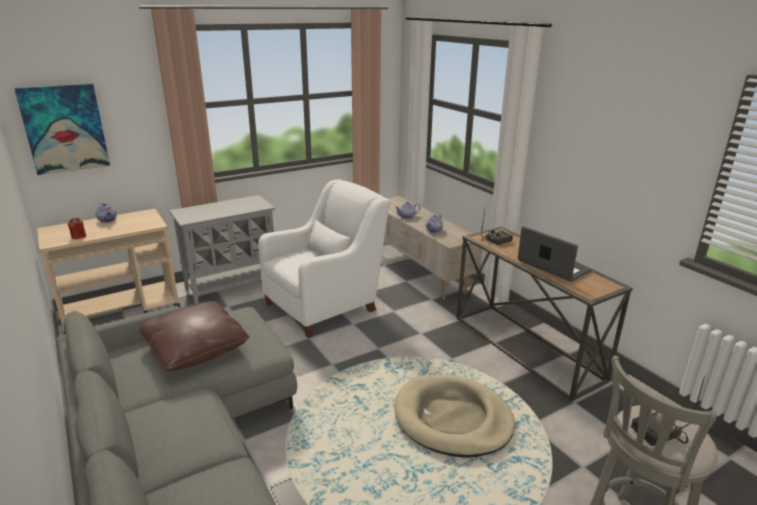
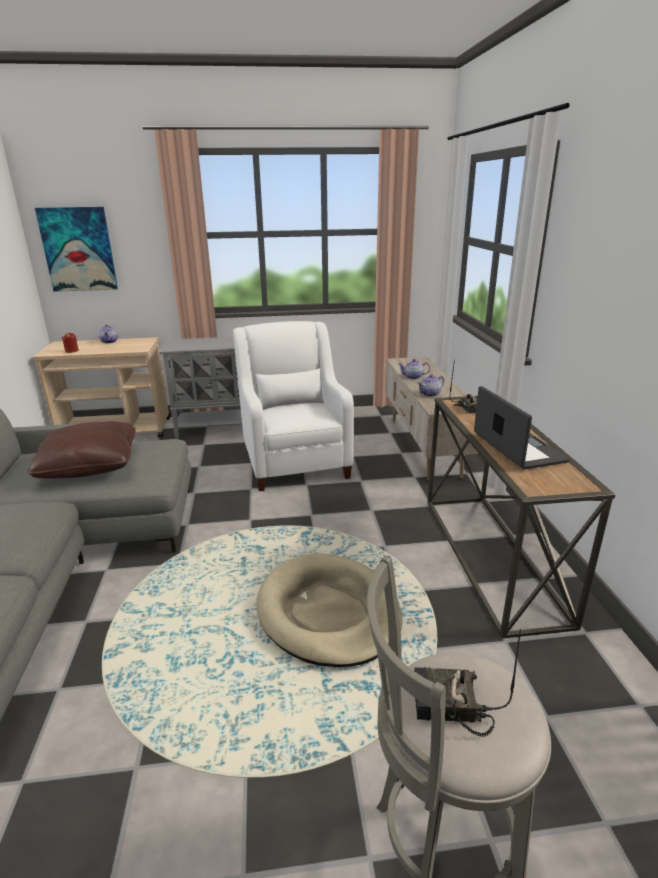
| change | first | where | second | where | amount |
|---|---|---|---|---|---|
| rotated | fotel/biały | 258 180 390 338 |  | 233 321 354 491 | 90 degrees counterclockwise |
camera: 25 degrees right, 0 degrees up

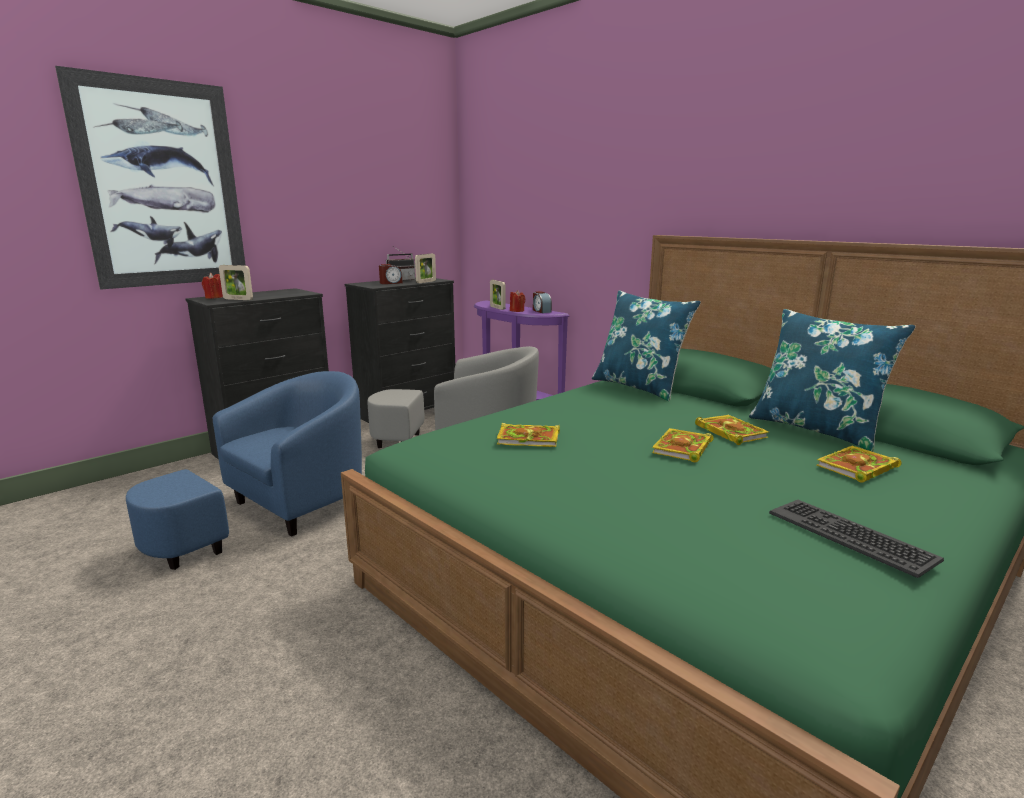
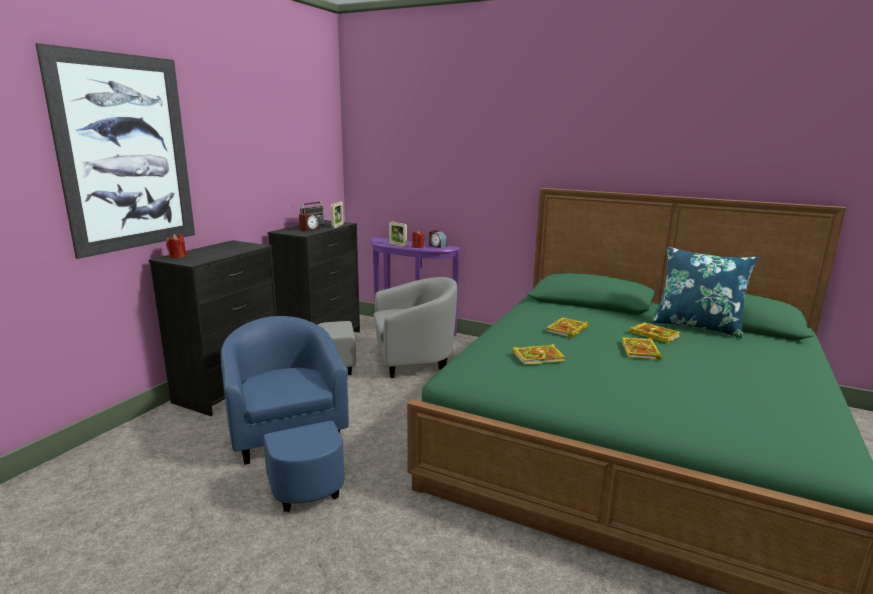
| change | first | where | second | where | amount |
|---|---|---|---|---|---|
| rotated | fotel/niebieski | 126 371 362 570 |  | 221 316 349 512 | 45 degrees counterclockwise |
| shifted | książka | 817 446 902 482 |  | 546 317 589 338 |  |
| gone | ramka na zdjęcie | 219 265 253 300 |  |  |  |
| gone | poduszka/niebieski | 592 290 701 401 |  |  |  |
| gone | klawiatura | 769 500 944 578 |  |  |  |
camera: 20 degrees left, 0 degrees up

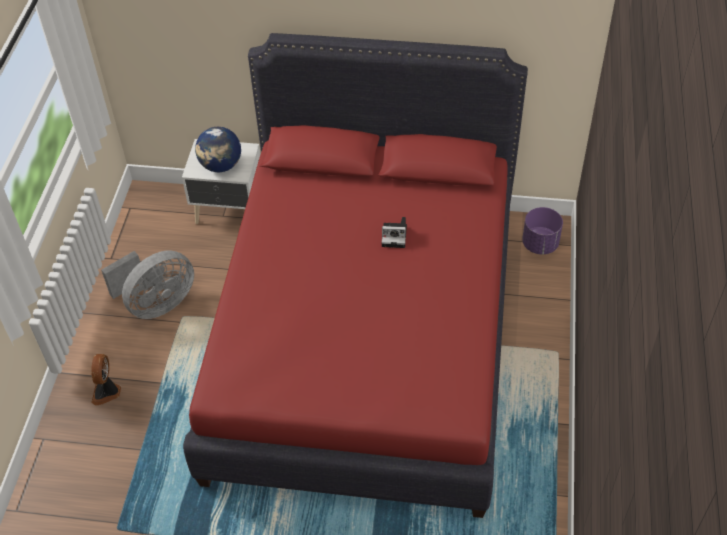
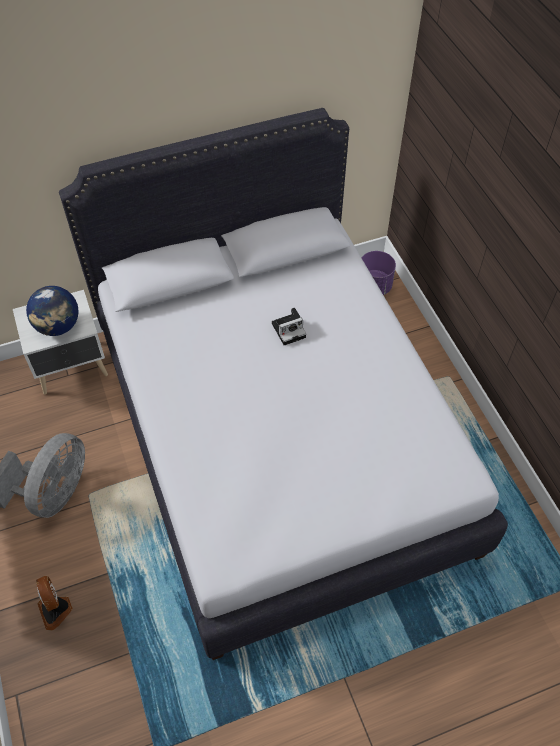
| change | first | where | second | where | amount |
|---|---|---|---|---|---|
| repainted | łóżko/czerwony | 183 33 528 518 | łóżko/biały | 59 108 508 660 |  |
camera: 30 degrees left, 5 degrees up

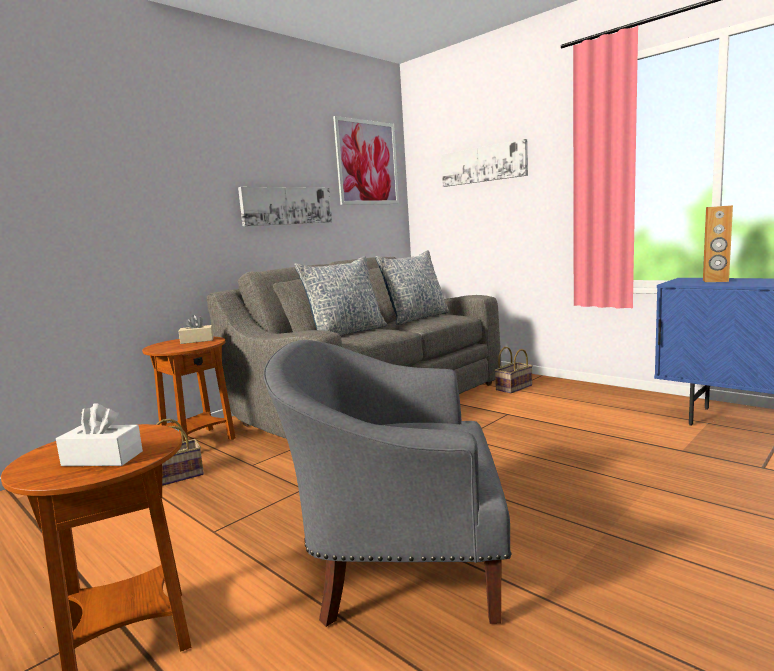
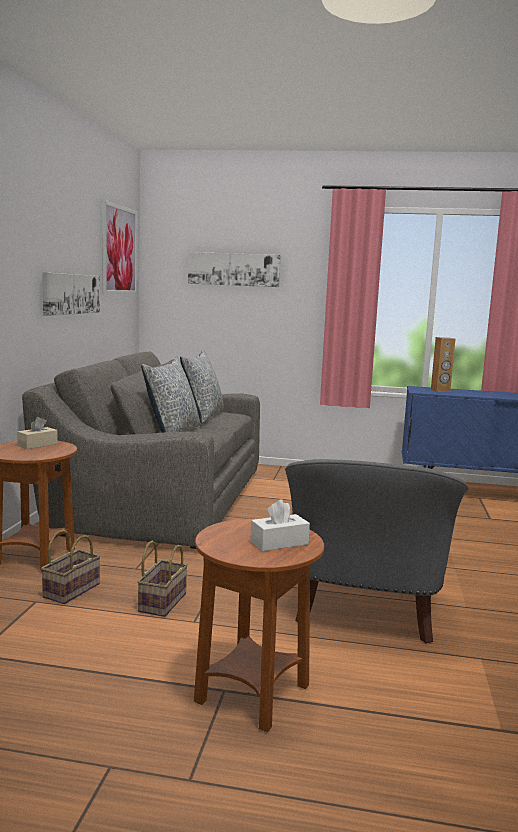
| change | first | where | second | where | amount |
|---|---|---|---|---|---|
| shifted | koszyk | 495 347 533 394 |  | 137 541 188 617 |  |
| rotated | fotel/szary | 263 340 511 627 |  | 285 459 468 644 | 45 degrees counterclockwise |
camera: 35 degrees left, 0 degrees up

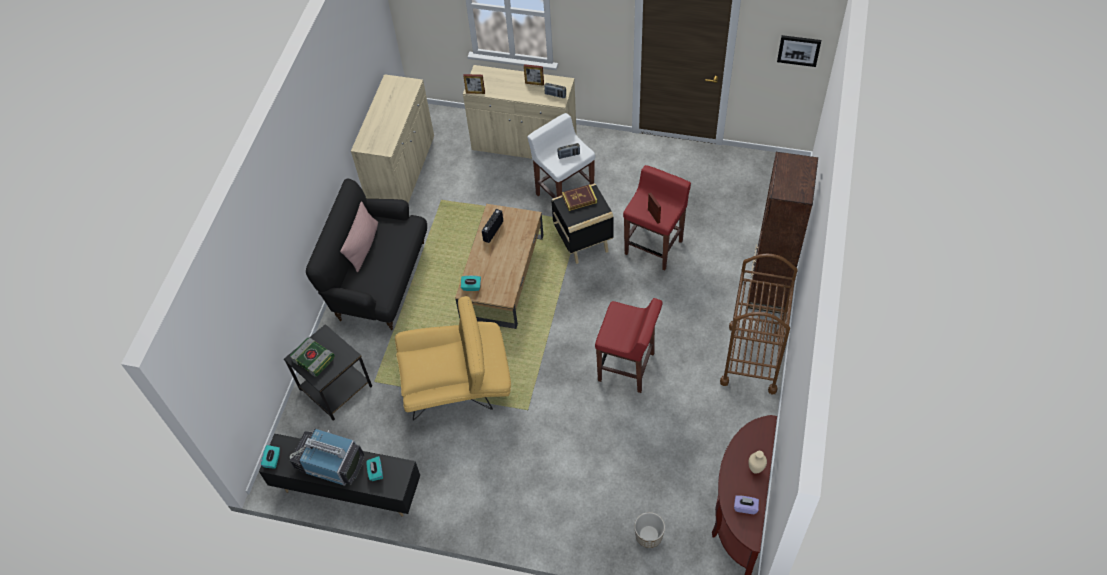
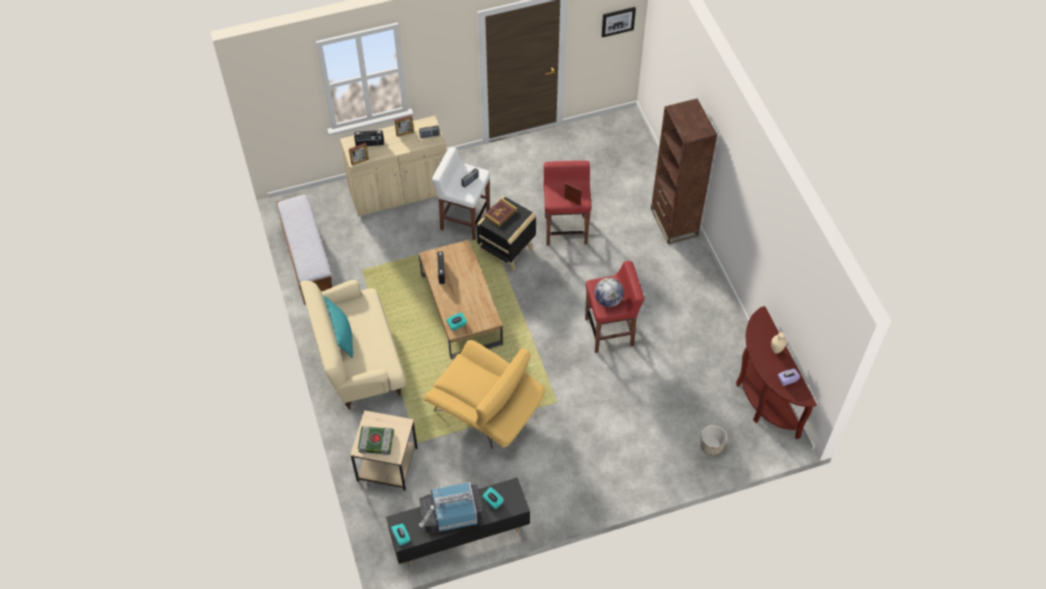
| change | first | where | second | where | amount |
|---|---|---|---|---|---|
| swapped | szafka/beżowy | 351 74 434 203 | ławka | 276 194 332 305 |  |
| repainted | kanapa/czarny | 306 179 427 330 | kanapa/beżowy | 300 280 406 410 |  |
| repainted | poduszka/różowy | 340 201 378 272 | poduszka/turkusowy | 323 296 353 358 |  |
| repainted | stolik/czarny | 284 324 372 421 | stolik/beżowy | 350 410 418 491 |  |
| new |  |  | radio | 354 130 384 146 |  |
| rotated | fotel/żółty | 395 296 511 420 |  | 424 340 545 449 | 75 degrees clockwise |
| new |  |  | globus | 595 278 624 307 |  |
| gone | wózek/brązowy | 720 253 798 394 |  |  |  |
camera: 35 degrees left, 0 degrees up

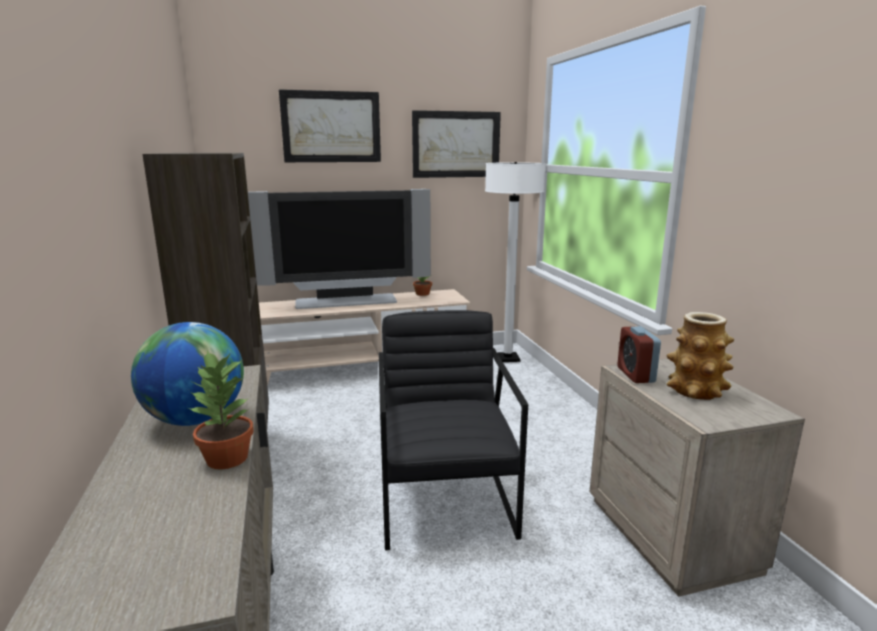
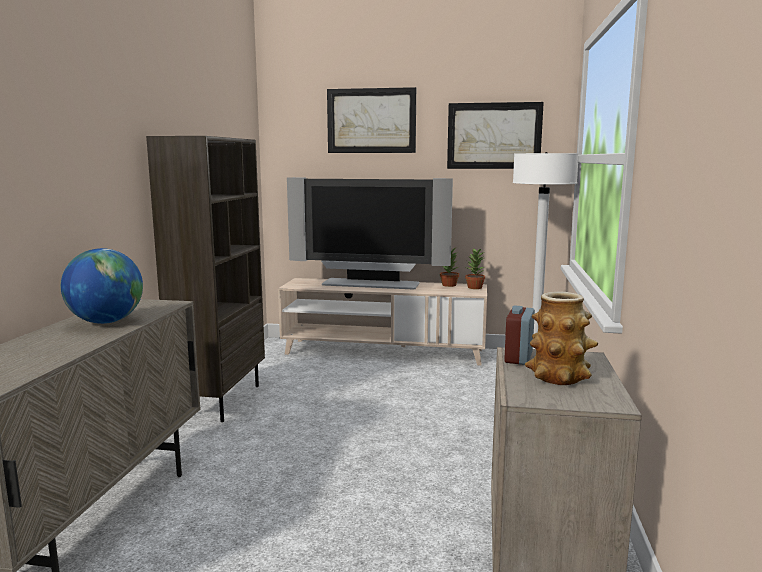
| change | first | where | second | where | amount |
|---|---|---|---|---|---|
| shifted | roślina doniczkowa | 188 351 254 469 |  | 465 248 485 289 |  |
| gone | fotel/czarny | 378 310 528 550 |  |  |  |
camera: 25 degrees right, 5 degrees down

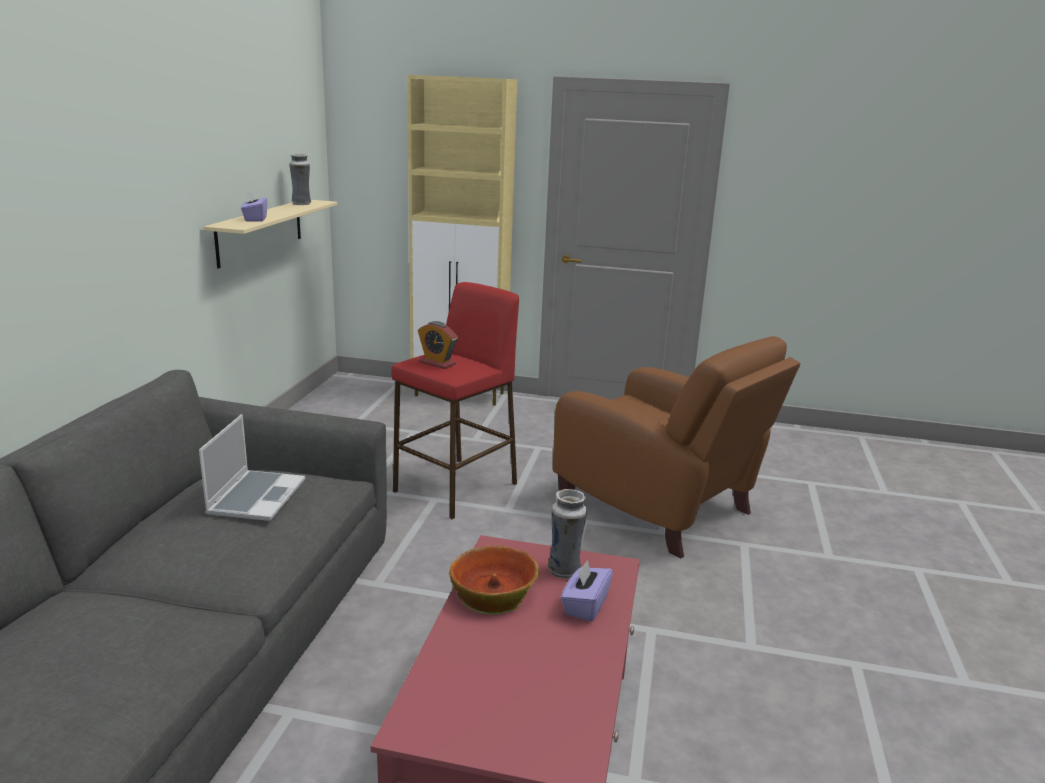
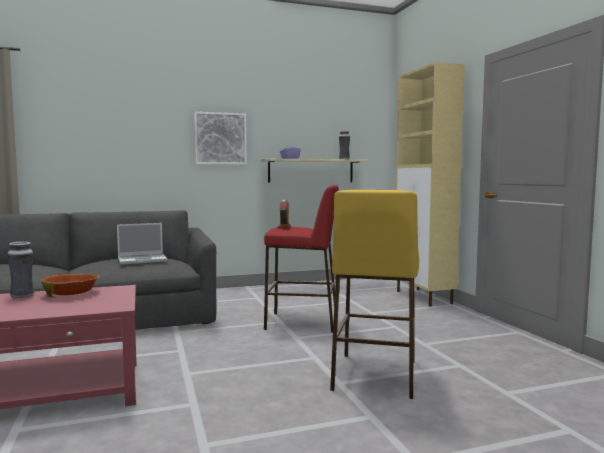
| change | first | where | second | where | amount |
|---|---|---|---|---|---|
| shifted | wazon | 548 489 587 579 |  | 8 242 34 299 |  |
| new |  |  | obraz | 194 112 247 165 |  |
| swapped | fotel/brązowy | 553 336 800 559 | stołek/żółty | 330 190 419 399 |  |
| gone | pudełko chusteczek/fioletowy | 561 559 613 622 |  |  |  |
camera: 60 degrees right, 15 degrees down

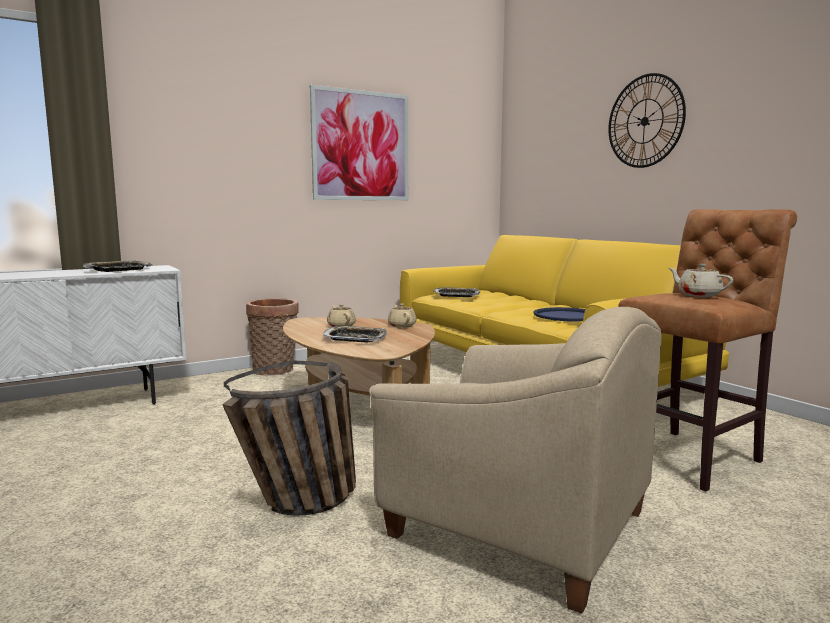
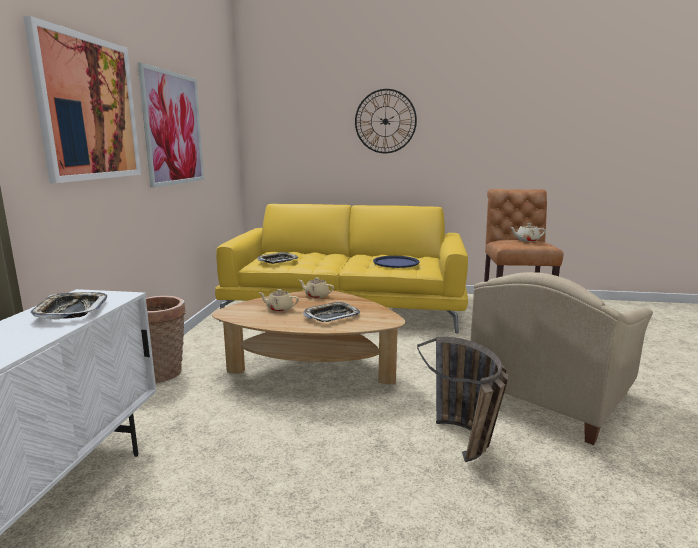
| change | first | where | second | where | amount |
|---|---|---|---|---|---|
| new |  |  | obraz | 23 16 141 183 |  |
| rotated | fotel/beżowy | 369 307 662 614 |  | 470 272 653 445 | 150 degrees clockwise |
camera: 50 degrees left, 5 degrees up

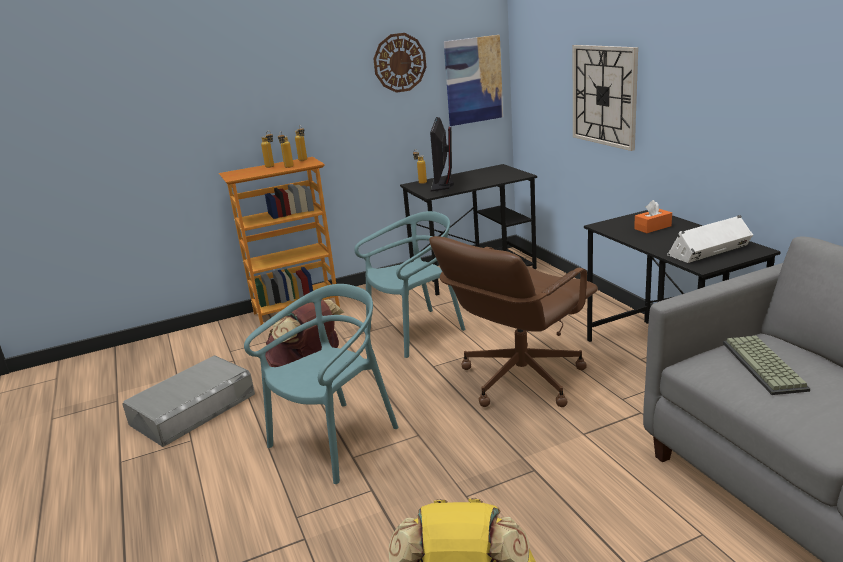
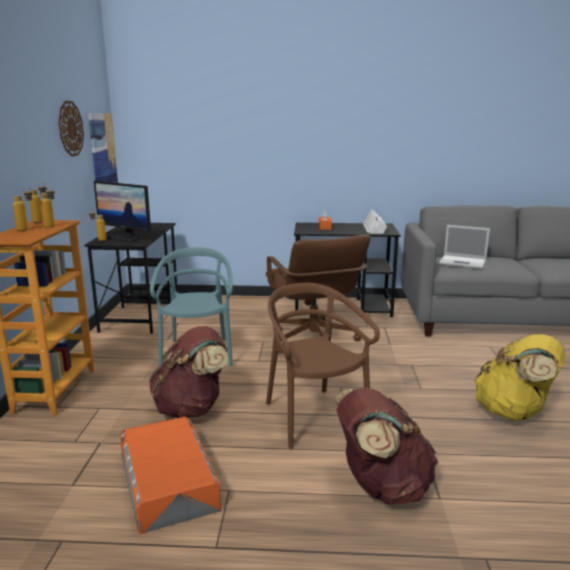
| change | first | where | second | where | amount |
|---|---|---|---|---|---|
| repainted | pojemnik do przechowywania/szary | 122 355 255 447 | pojemnik do przechowywania/pomarańczowy | 120 417 221 534 |  |
| repainted | krzesło/turkusowy | 244 284 398 484 | krzesło/brązowy | 266 283 380 449 |  |
| new |  |  | plecak/brązowy | 334 388 439 505 |  |
| swapped | klawiatura | 723 336 810 395 | laptop | 438 225 490 269 |  |
| gone | zegar ścienny | 573 45 638 151 |  |  |  |
camera: 65 degrees left, 5 degrees down

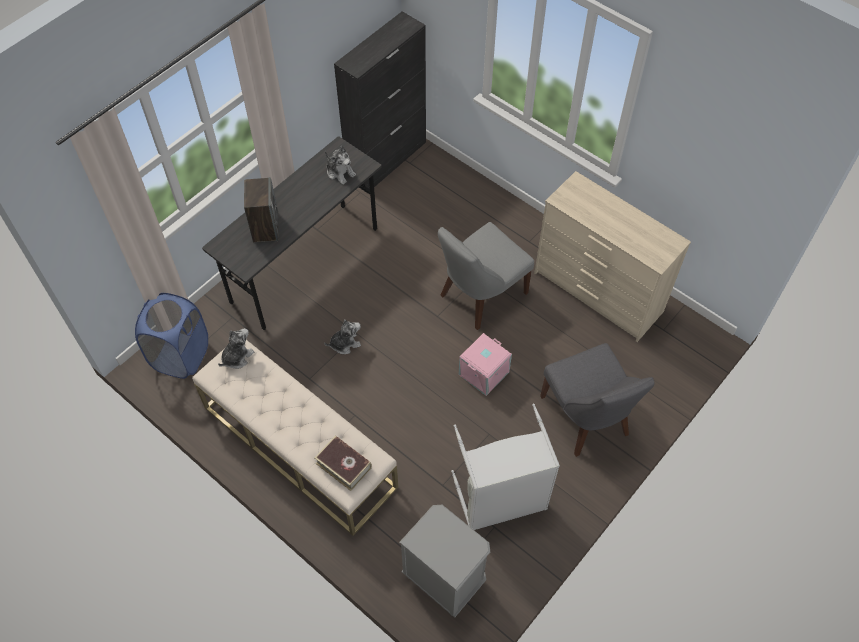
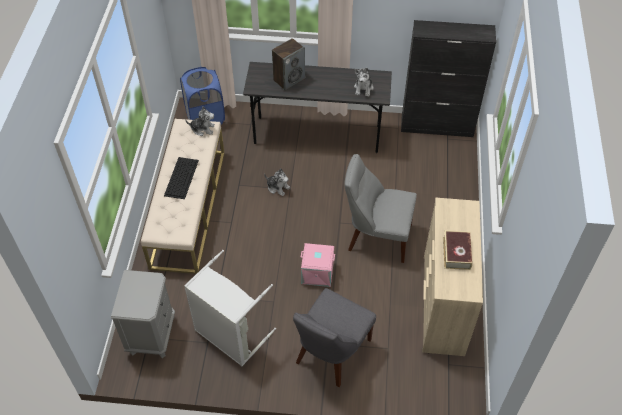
| change | first | where | second | where | amount |
|---|---|---|---|---|---|
| new |  |  | klawiatura | 164 157 199 199 |  |
| shifted | książka | 314 435 372 491 |  | 443 230 472 270 |  |
camera: 55 degrees right, 5 degrees down

